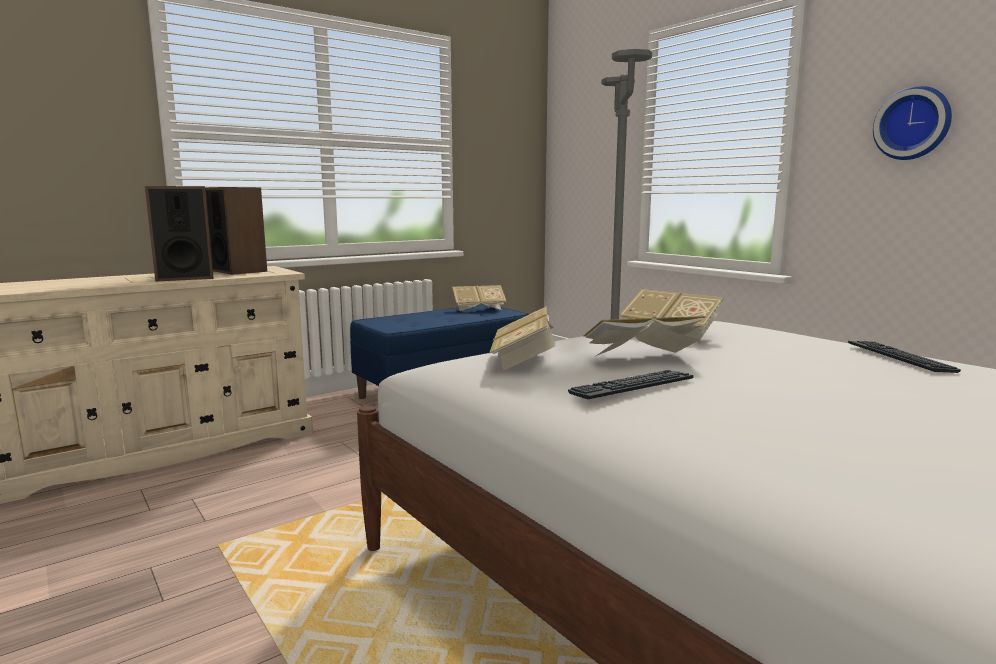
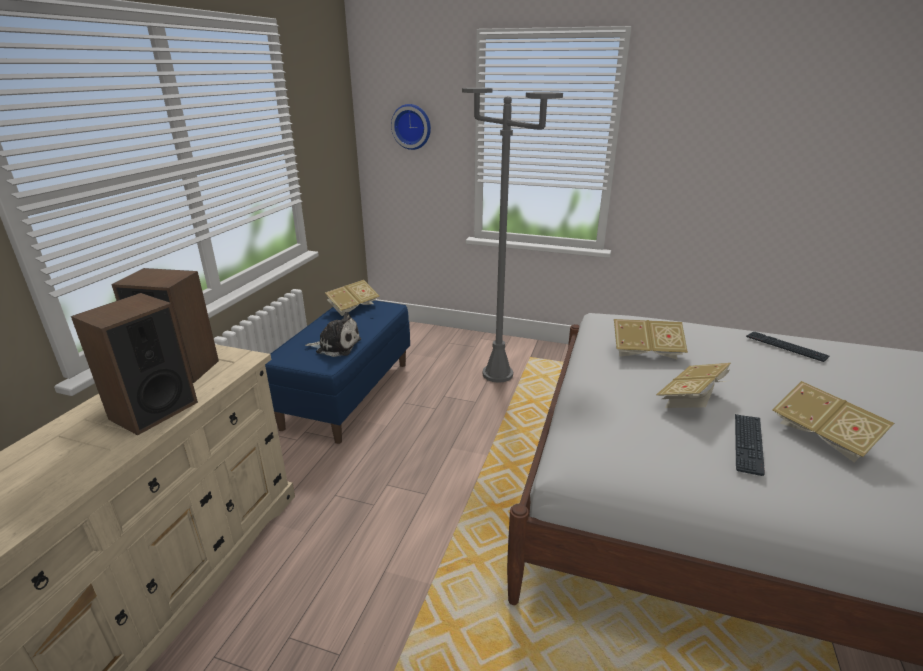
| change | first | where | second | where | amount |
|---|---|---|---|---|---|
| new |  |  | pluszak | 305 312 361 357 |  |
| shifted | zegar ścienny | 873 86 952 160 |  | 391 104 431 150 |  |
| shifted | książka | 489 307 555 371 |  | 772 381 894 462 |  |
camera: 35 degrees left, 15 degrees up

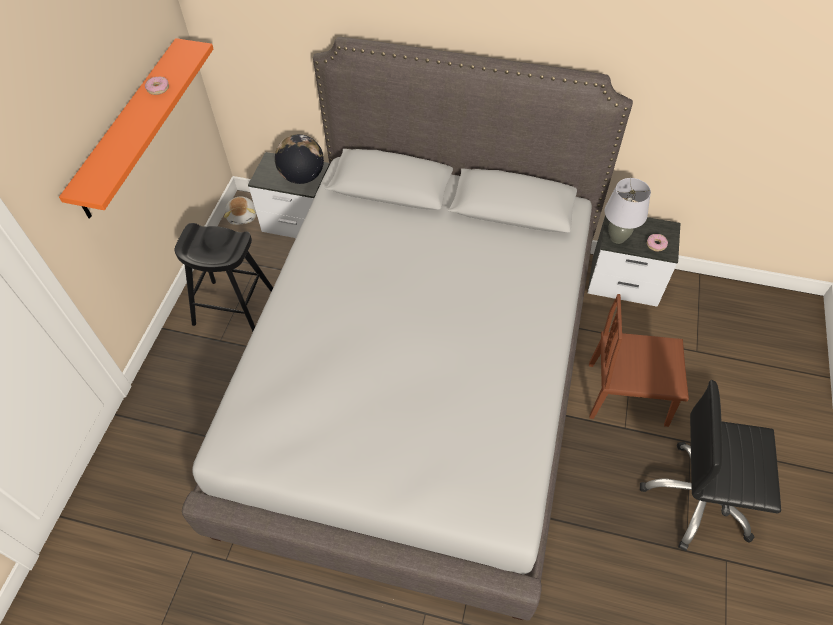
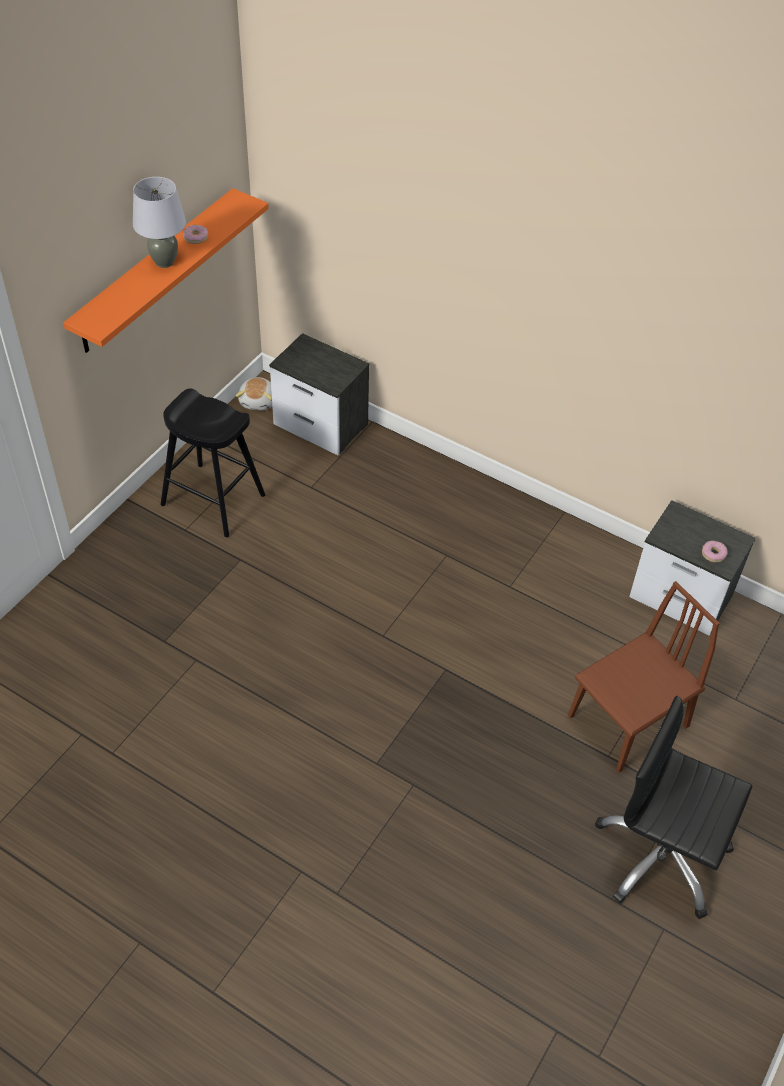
| change | first | where | second | where | amount |
|---|---|---|---|---|---|
| shifted | lampa stołowa/szary | 604 178 651 244 |  | 133 177 186 268 |  |
| rotated | krzesło/brązowy | 589 294 689 427 |  | 568 581 720 772 | 120 degrees clockwise |
| gone | łóżko/szary | 182 37 633 621 |  |  |  |
| gone | globus | 275 134 324 184 |  |  |  |
camera: 15 degrees right, 5 degrees down

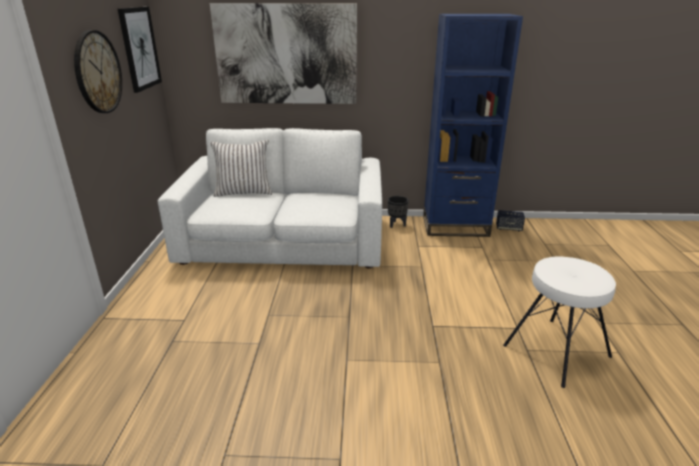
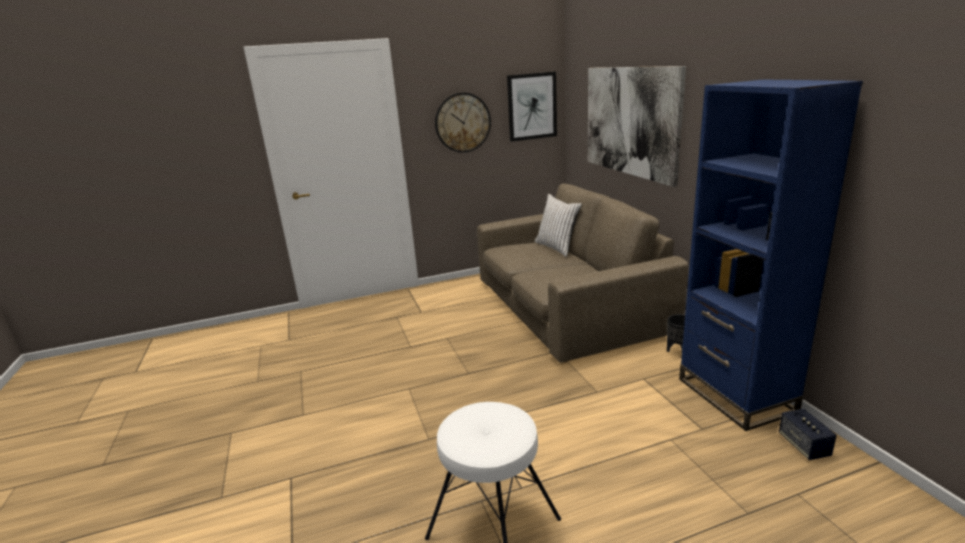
| change | first | where | second | where | amount |
|---|---|---|---|---|---|
| repainted | kanapa/biały | 158 128 382 268 | kanapa/brązowy | 477 184 688 363 |  |
camera: 70 degrees right, 5 degrees down

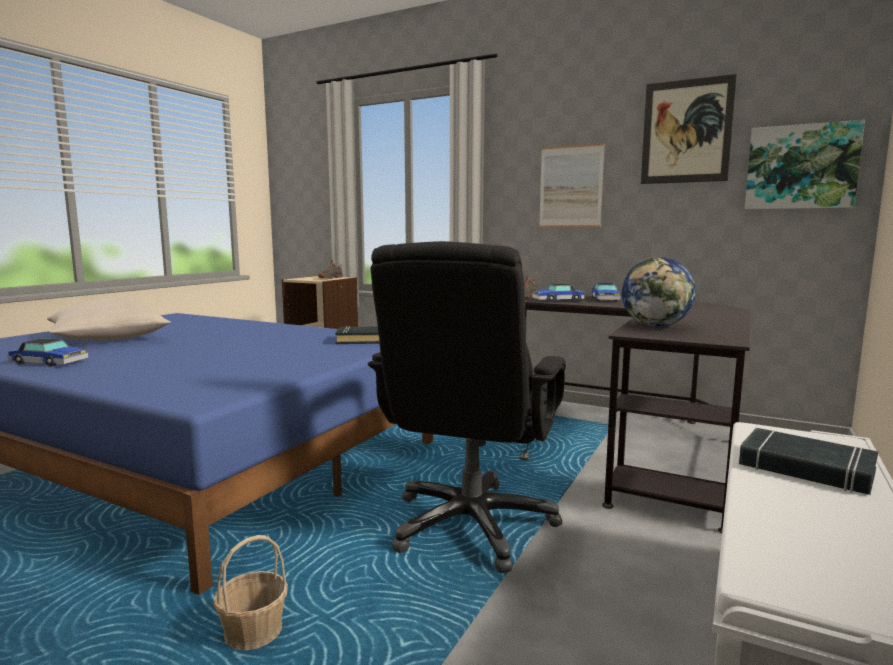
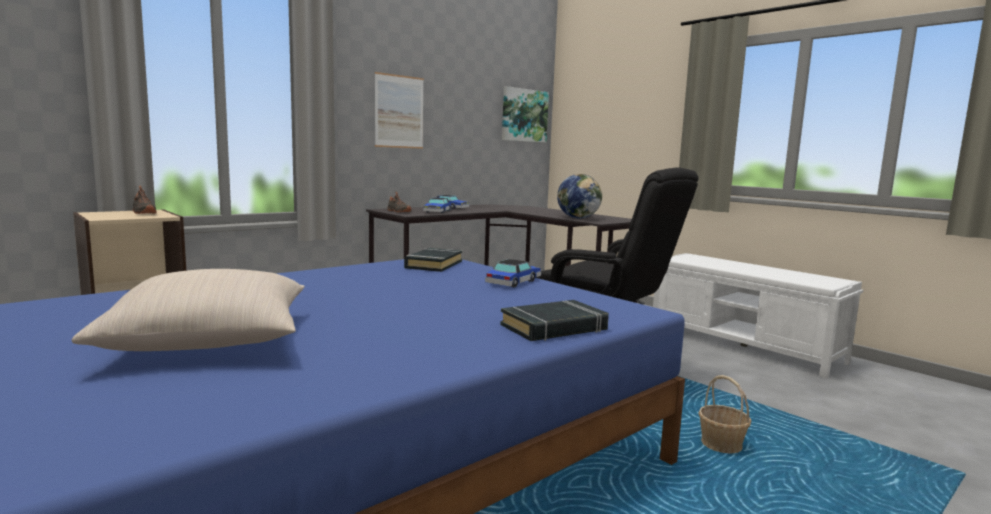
| change | first | where | second | where | amount |
|---|---|---|---|---|---|
| shifted | samochodzik | 8 338 88 367 |  | 485 259 541 288 |  |
| shifted | książka/czarny | 739 428 878 495 |  | 500 300 609 341 |  |
| gone | obraz | 641 74 737 184 |  |  |  |
camera: 70 degrees left, 0 degrees up

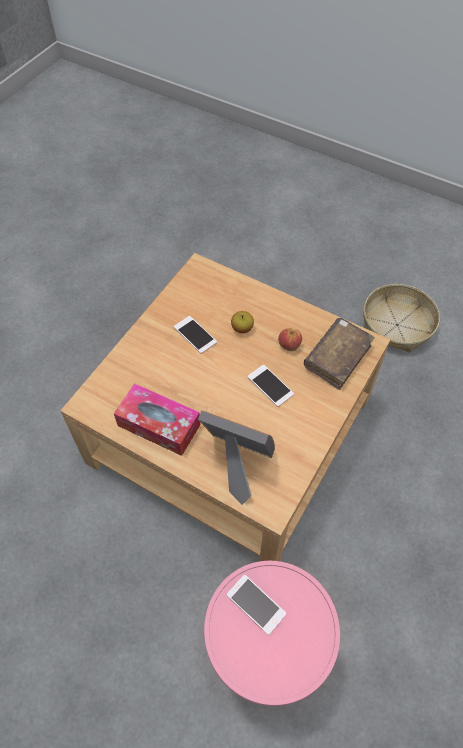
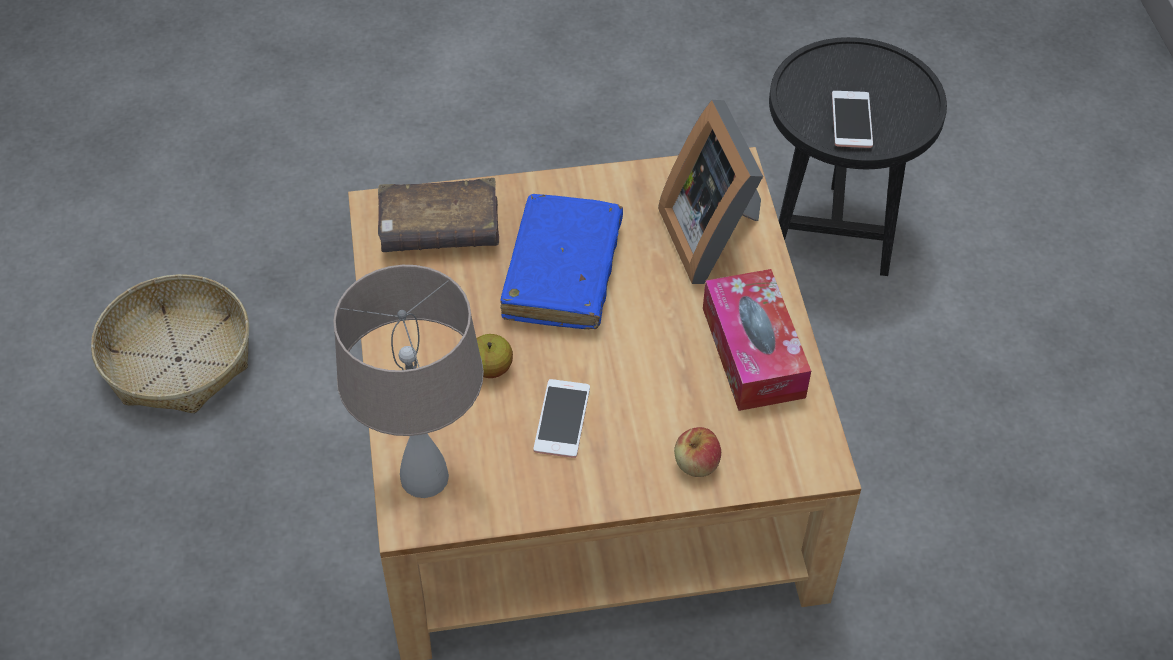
| change | first | where | second | where | amount |
|---|---|---|---|---|---|
| new |  |  | lampa stołowa/beżowy | 333 265 484 498 |  |
| swapped | telefon | 247 365 294 407 | książka/niebieski | 500 194 623 329 |  |
| shifted | jabłko | 278 328 302 351 |  | 674 427 721 477 |  |
| repainted | stolik/różowy | 204 561 340 706 | stolik/czarny | 769 37 947 276 |  |
camera: 130 degrees left, 5 degrees down

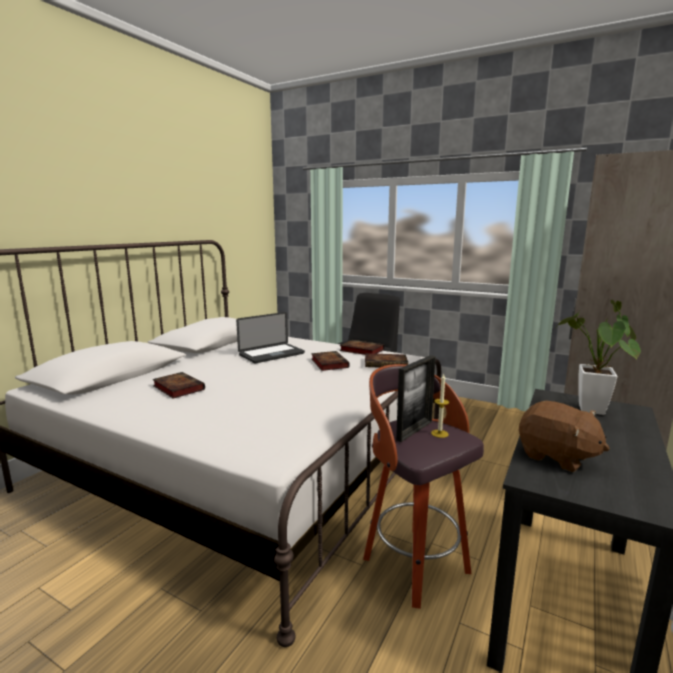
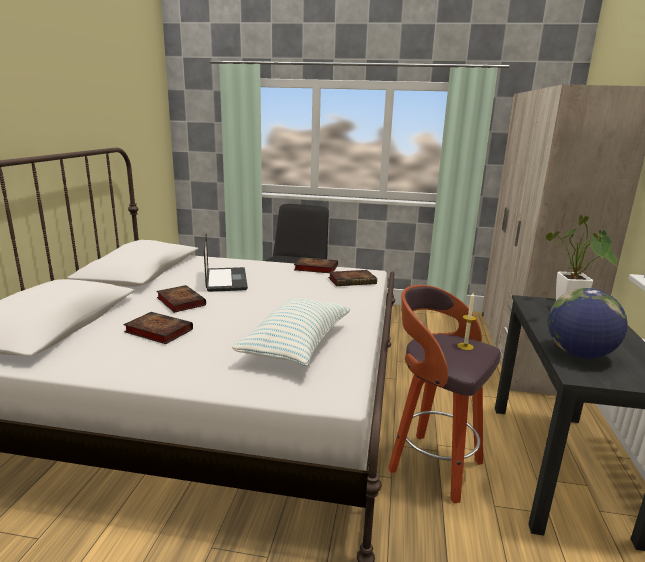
| change | first | where | second | where | amount |
|---|---|---|---|---|---|
| shifted | książka | 311 351 350 371 |  | 156 285 206 313 |  |
| rotated | laptop | 236 312 305 363 |  | 204 234 248 292 | 45 degrees counterclockwise |
| new |  |  | poduszka | 232 298 350 366 |  |
| swapped | pluszak/brązowy | 519 401 610 472 | globus | 548 288 628 359 |  |
| gone | ramka na zdjęcie | 396 355 436 442 |  |  |  |
camera: 20 degrees left, 5 degrees up

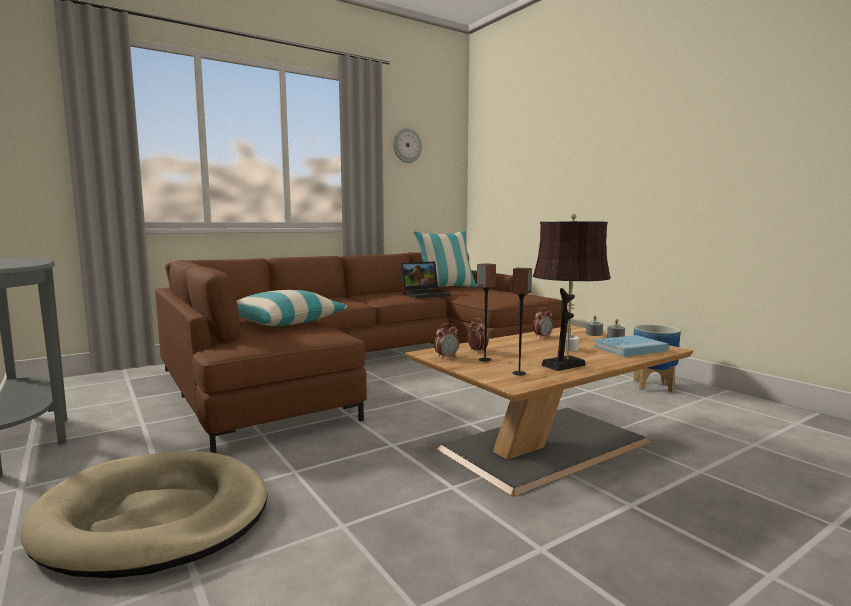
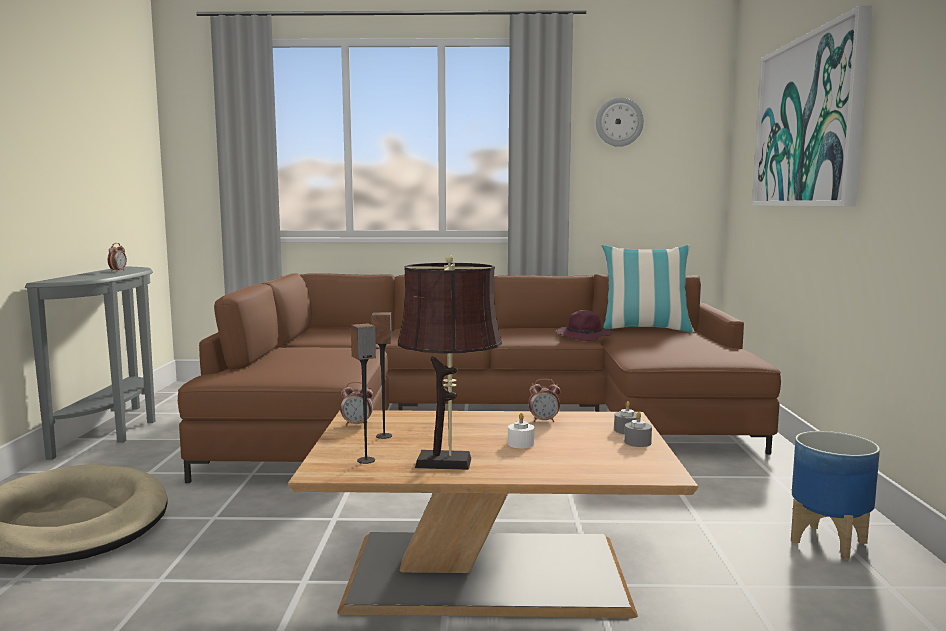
| change | first | where | second | where | amount |
|---|---|---|---|---|---|
| shifted | budzik | 468 318 488 353 |  | 108 243 127 272 |  |
| swapped | laptop | 400 262 451 298 | kapelusz/fioletowy | 557 310 612 341 |  |
| new |  |  | obraz | 752 5 872 206 |  |
| gone | poduszka | 236 290 347 326 |  |  |  |
| gone | książka/niebieski | 594 335 669 357 |  |  |  |
camera: 35 degrees right, 0 degrees up

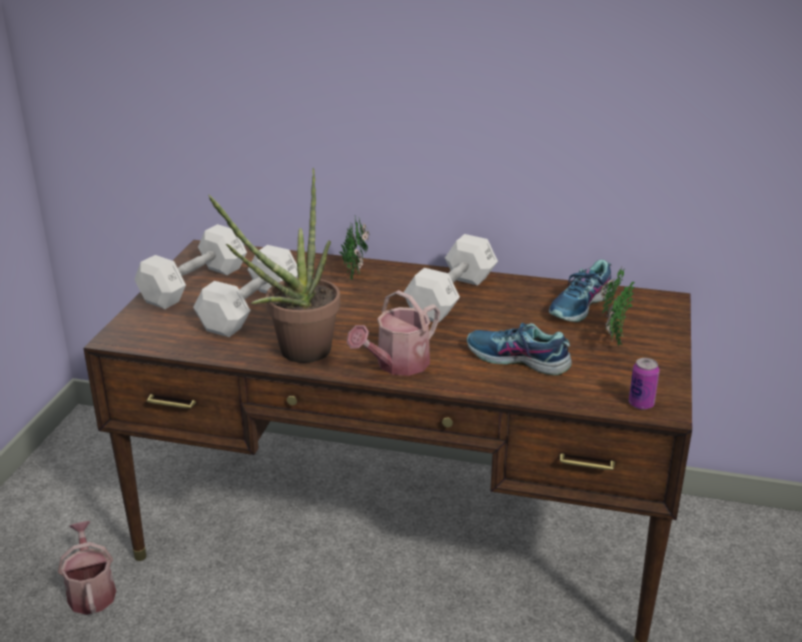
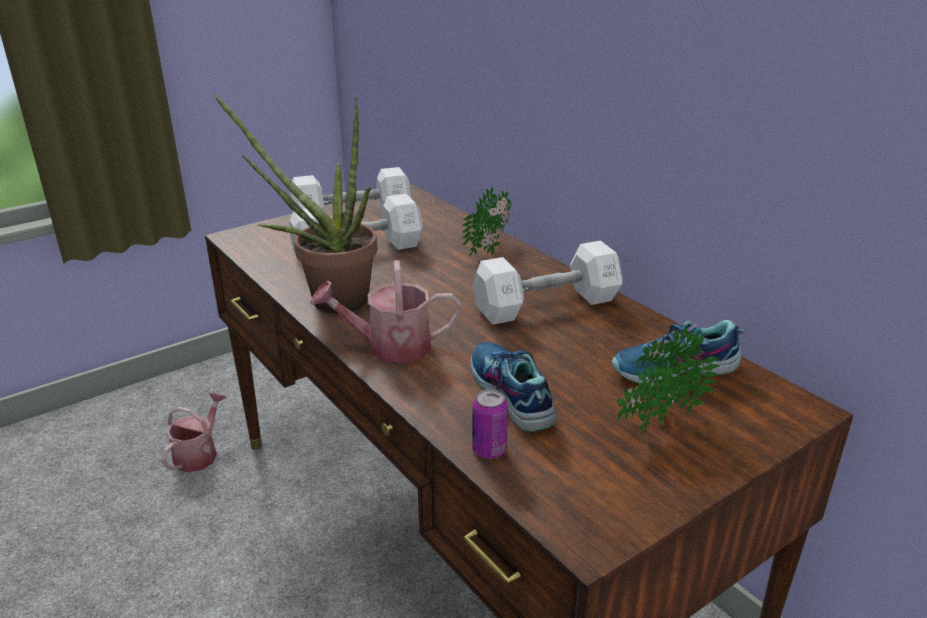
| change | first | where | second | where | amount |
|---|---|---|---|---|---|
| shifted | puszka | 629 358 660 410 |  | 472 389 508 459 |  |
camera: 40 degrees right, 0 degrees up

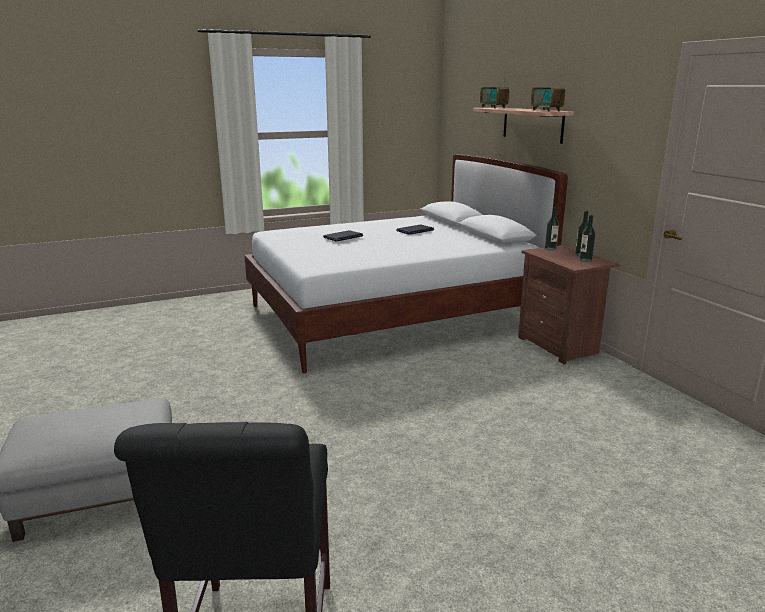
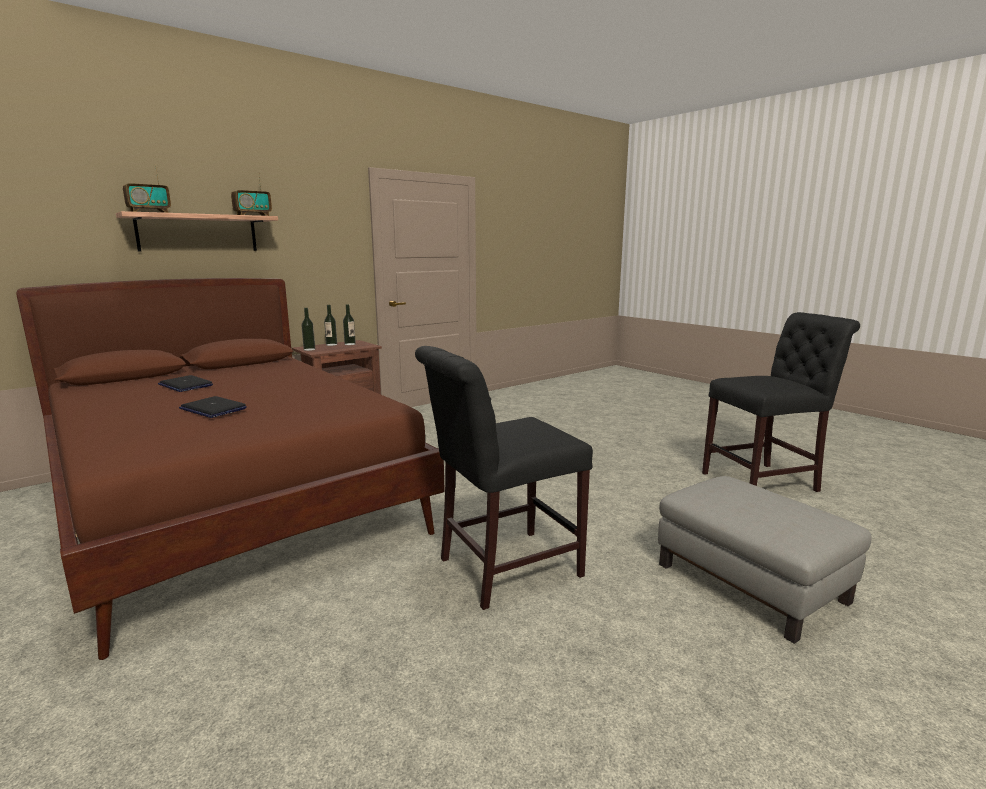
| change | first | where | second | where | amount |
|---|---|---|---|---|---|
| repainted | łóżko/biały | 244 154 568 373 | łóżko/brązowy | 16 278 445 660 |  |
| new |  |  | krzesło/czarny | 415 346 593 610 |  |
camera: 105 degrees left, 5 degrees down

